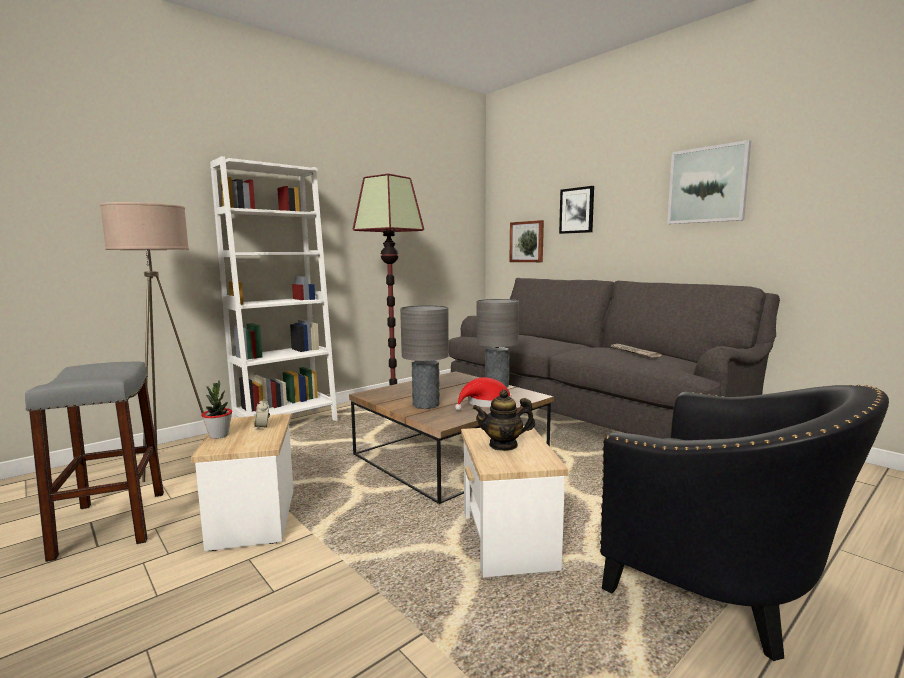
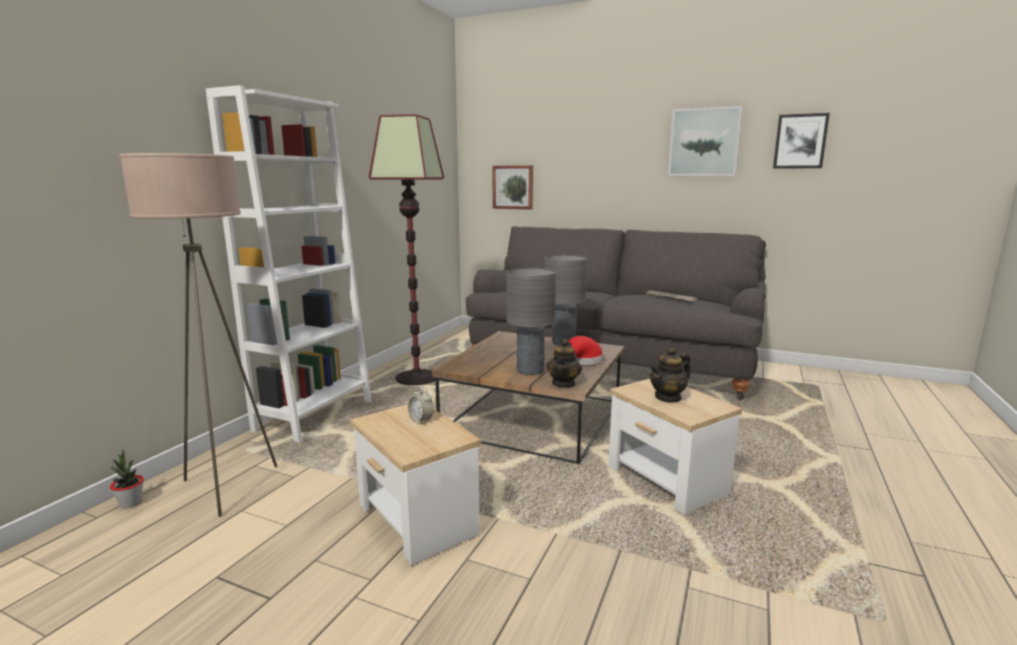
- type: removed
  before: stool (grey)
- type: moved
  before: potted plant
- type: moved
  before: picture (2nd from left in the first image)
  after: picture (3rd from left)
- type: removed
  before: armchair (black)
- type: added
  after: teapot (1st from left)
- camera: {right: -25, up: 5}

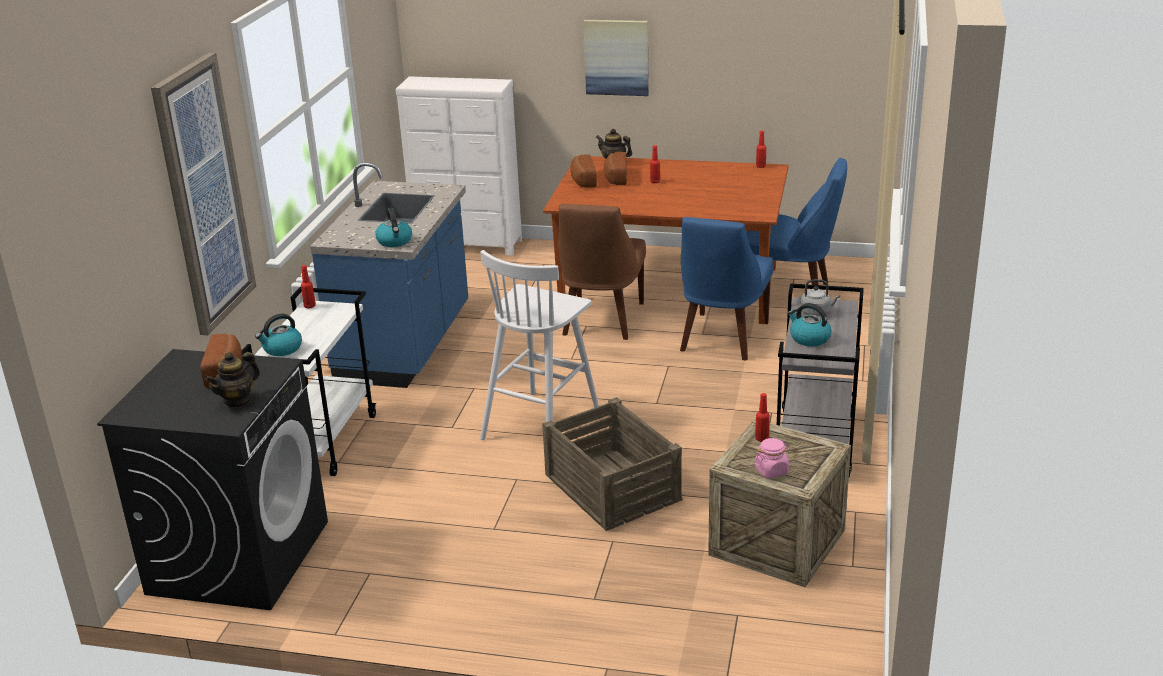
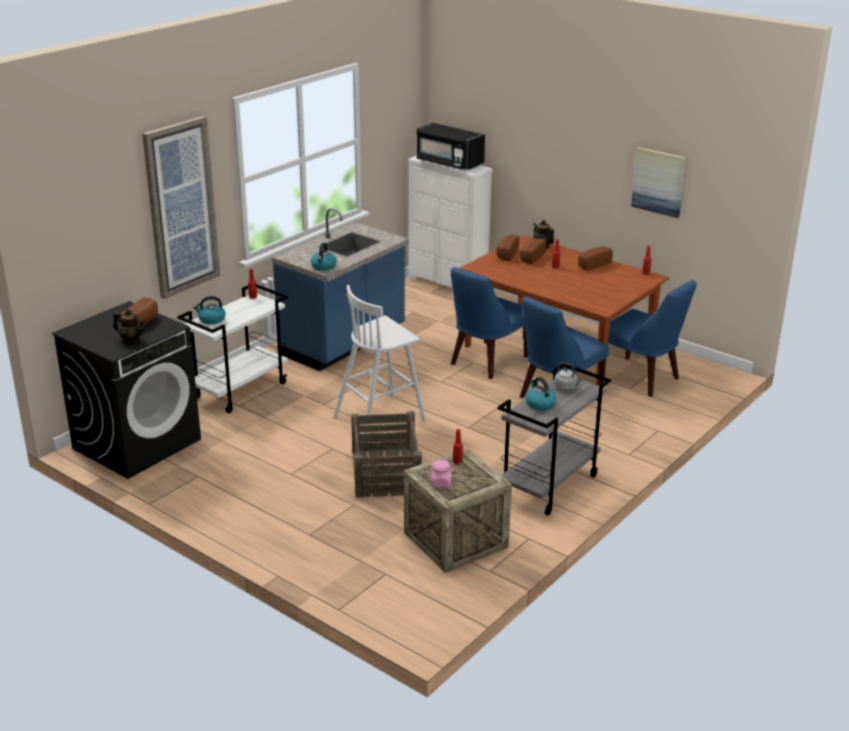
- type: turned
  before: teapot (1st from left)
  turn: -135
- type: recoloured
  before: chair (brown)
  after: chair (blue) (1st from left)
- type: moved
  before: picture (2nd from left)
- type: added
  after: microwave (black)
- type: added
  after: bread (4th from left)
- camera: {right: 25, up: 0}

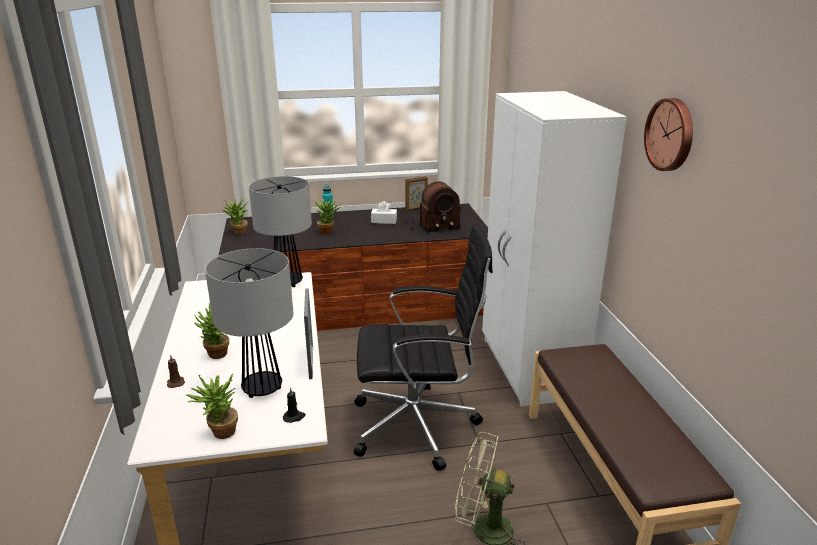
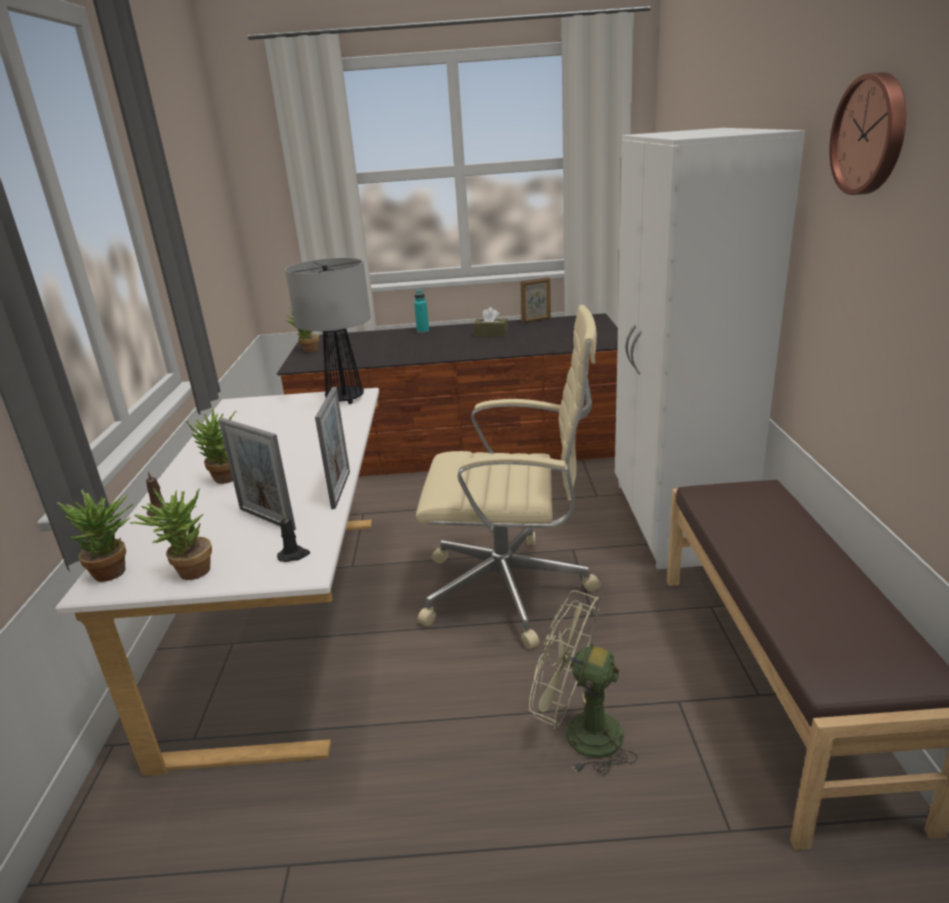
- type: replaced
  before: table lamp (1st from left)
  after: picture frame (1st from left)
- type: moved
  before: potted plant (4th from left in the first image)
  after: potted plant (1st from left)
- type: recoloured
  before: office chair (black)
  after: office chair (beige)
- type: recoloured
  before: tissue box (white)
  after: tissue box (brown)
- type: removed
  before: radio
- camera: {right: 10, up: 0}

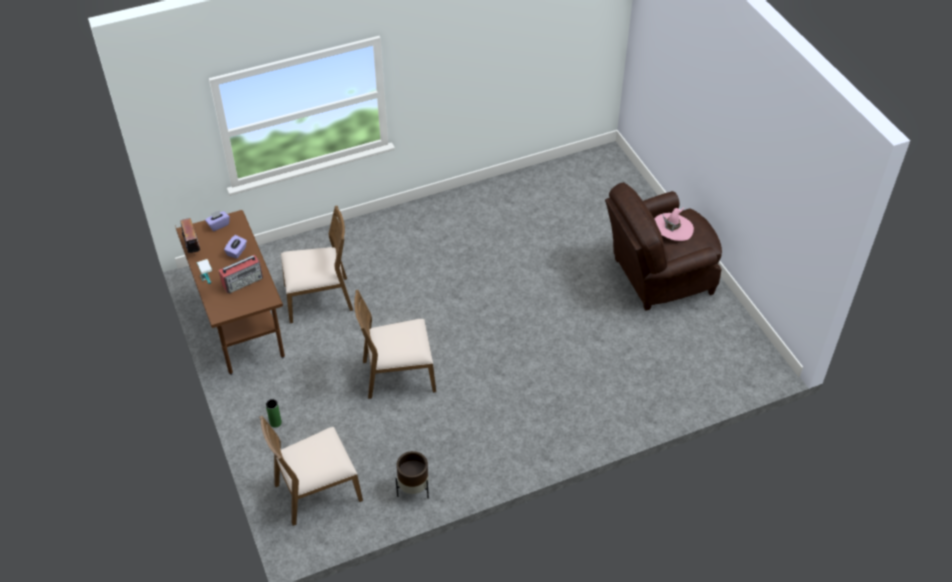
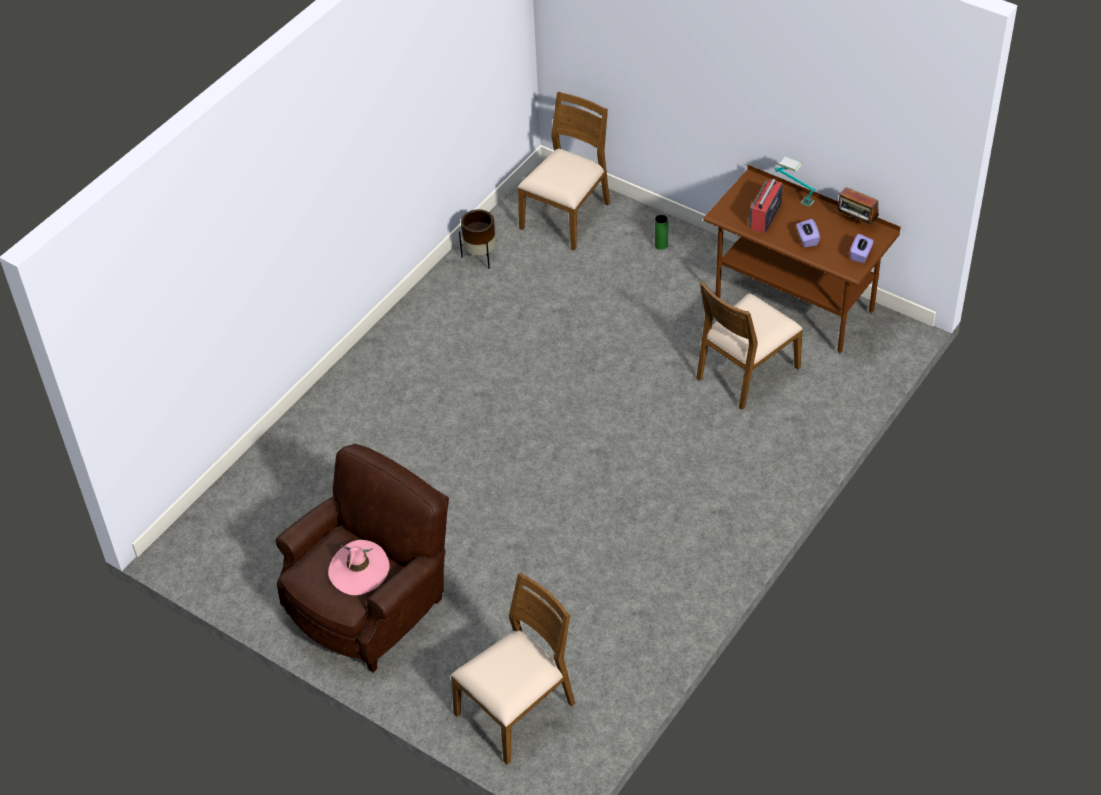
- type: moved
  before: chair (brown) (3rd from left in the first image)
  after: chair (brown) (1st from left)
- camera: {right: 150, up: 0}

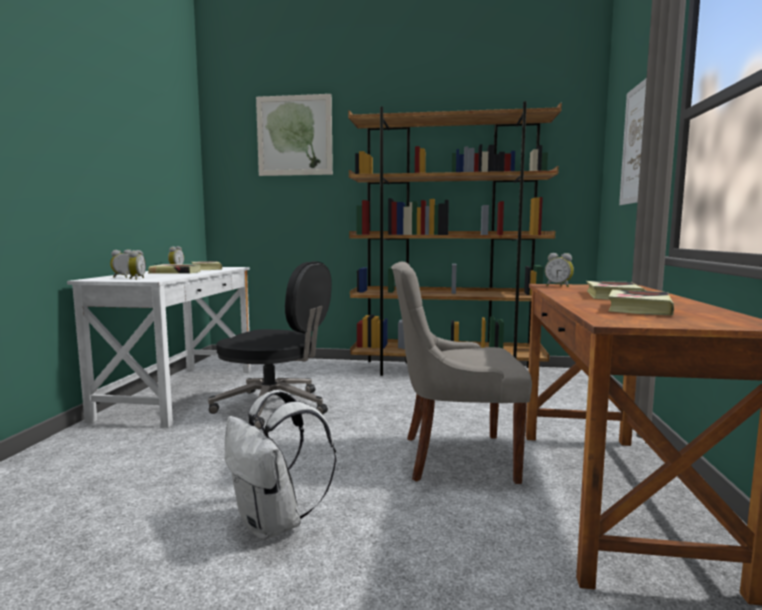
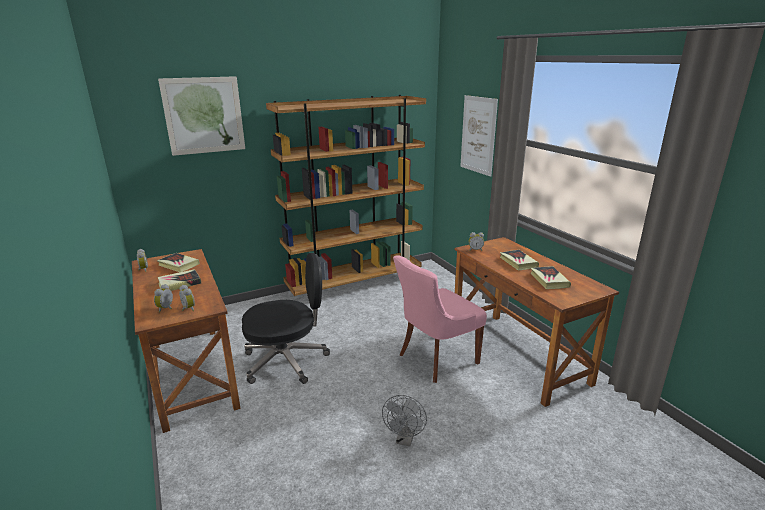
- type: recoloured
  before: desk (white)
  after: desk (brown) (1st from left)
- type: replaced
  before: backpack (white)
  after: fan (grey)
- type: recoloured
  before: chair (grey)
  after: chair (pink)
- camera: {right: -35, up: 15}

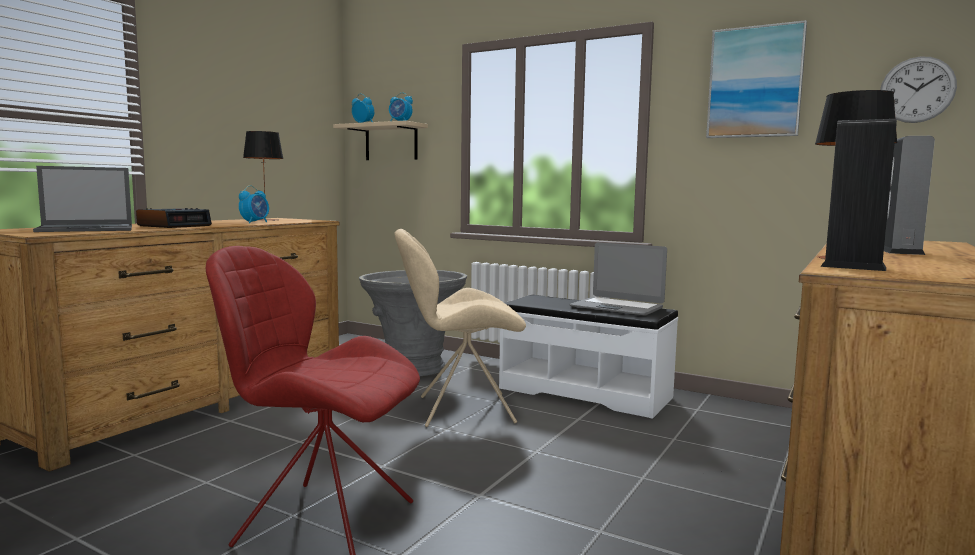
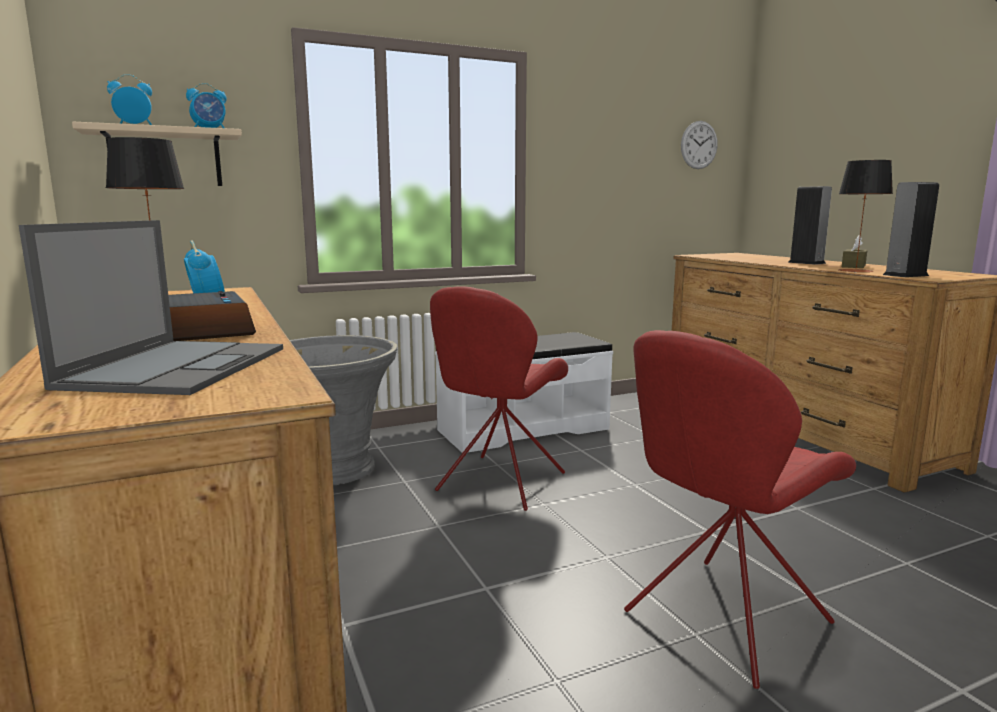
- type: recoloured
  before: chair (beige)
  after: chair (red) (1st from left)
- type: removed
  before: laptop (2nd from left)
- type: removed
  before: picture
- type: added
  after: tissue box (brown)
- camera: {right: -55, up: 5}

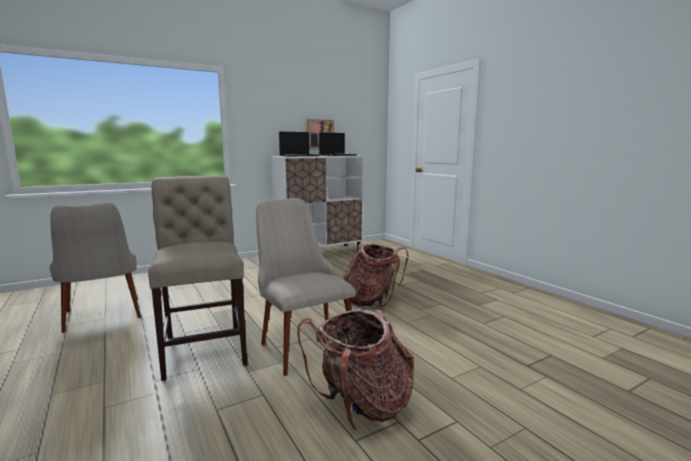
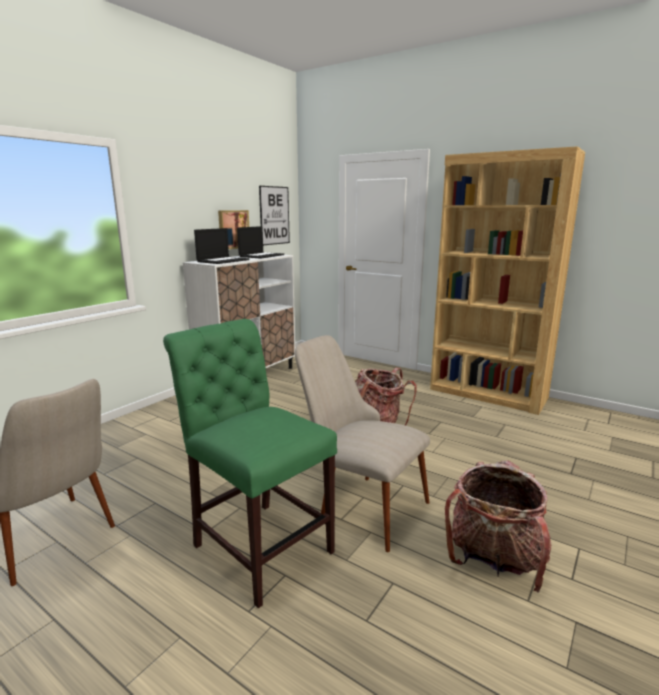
- type: recoloured
  before: chair (beige) (2nd from left)
  after: chair (green)
- type: added
  after: picture (2nd from left)
- type: added
  after: bookcase (brown)
- camera: {right: -25, up: 5}

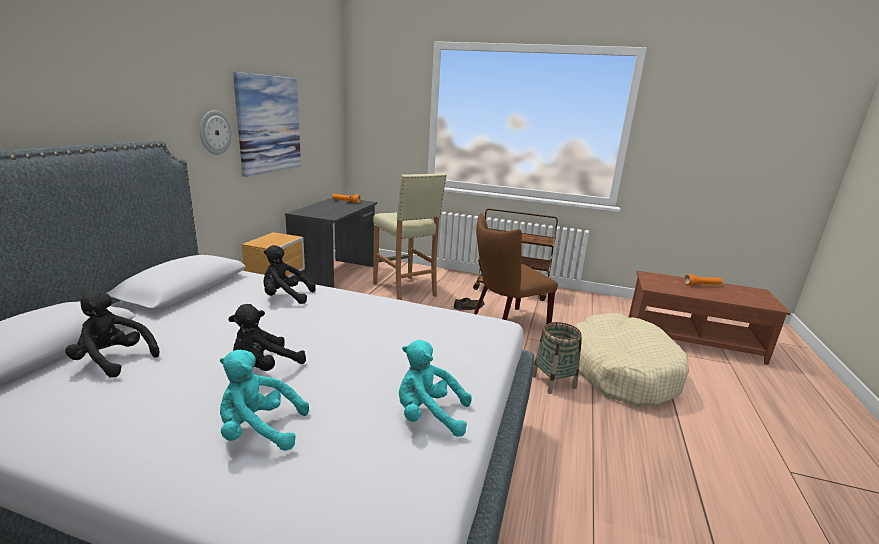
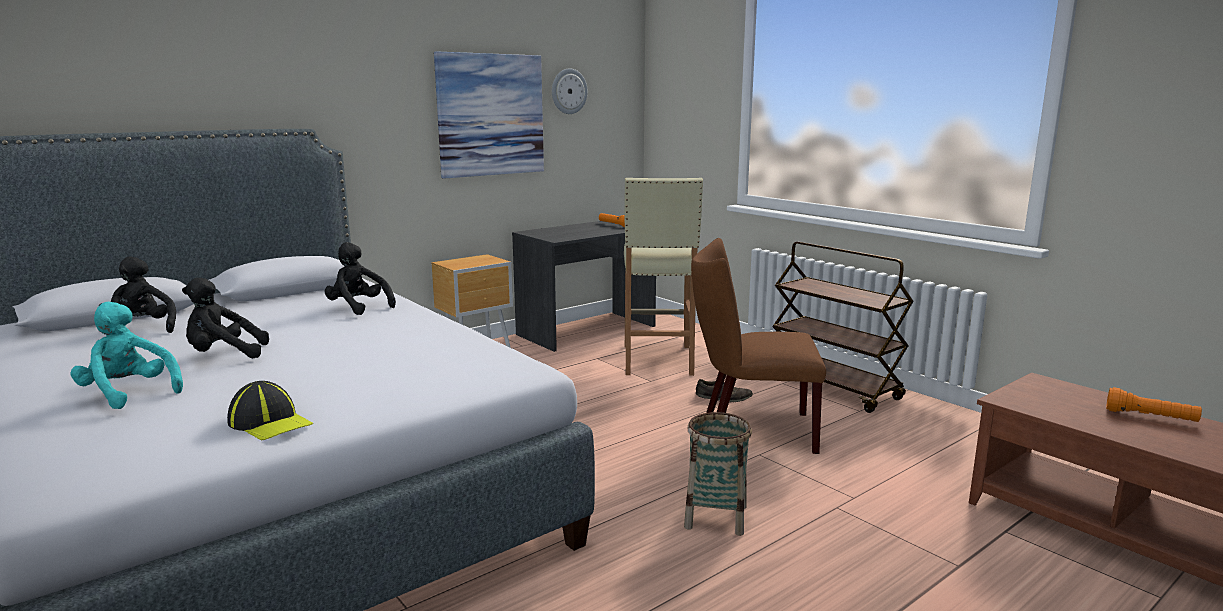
- type: moved
  before: wall clock
- type: replaced
  before: plush toy (turquoise) (2nd from left)
  after: cap
- type: removed
  before: dog bed (beige)
- camera: {right: 35, up: -5}

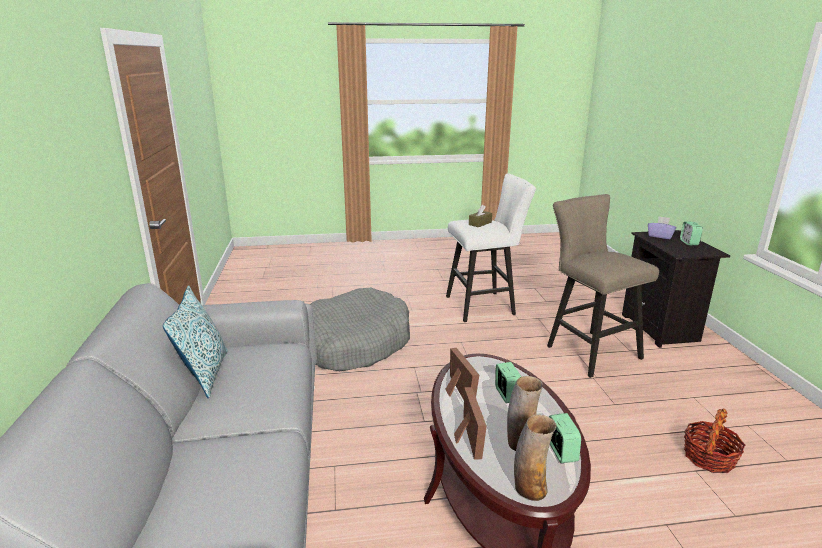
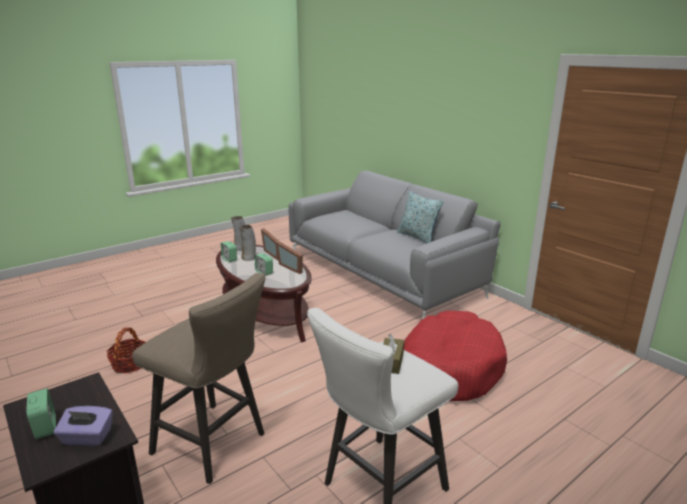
- type: recoloured
  before: dog bed (grey)
  after: dog bed (red)
- camera: {right: 150, up: 0}

